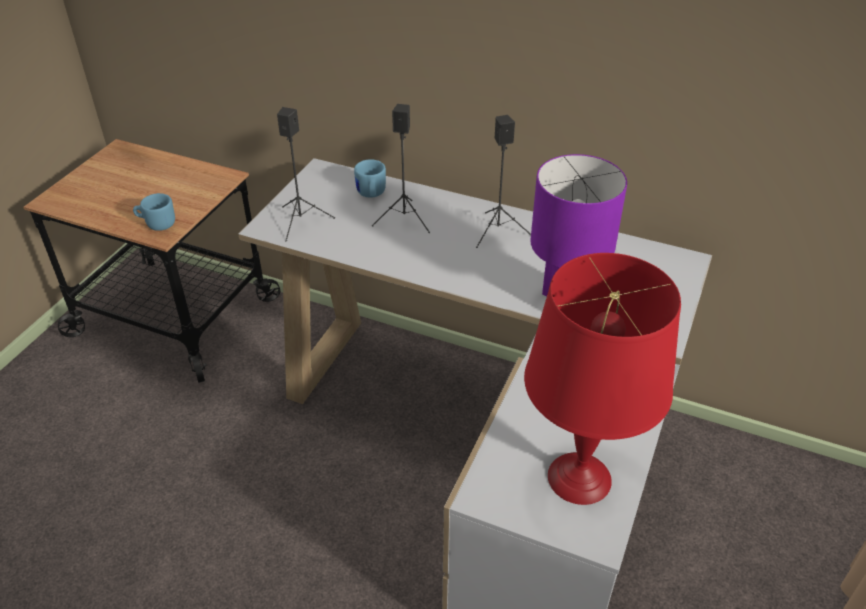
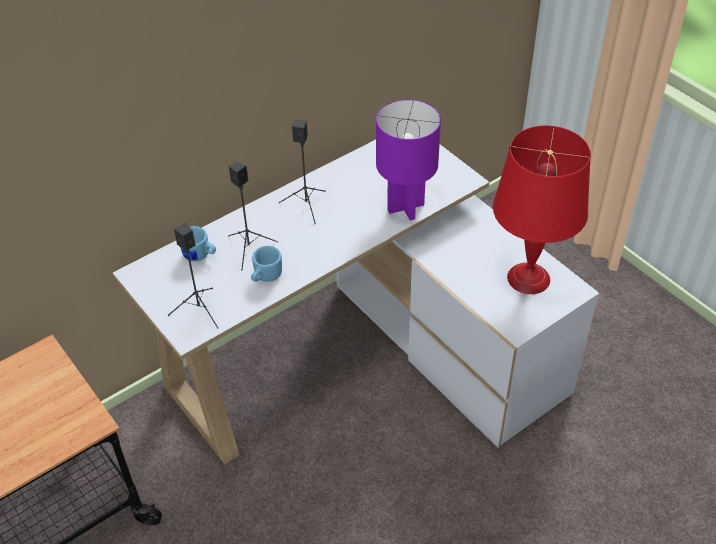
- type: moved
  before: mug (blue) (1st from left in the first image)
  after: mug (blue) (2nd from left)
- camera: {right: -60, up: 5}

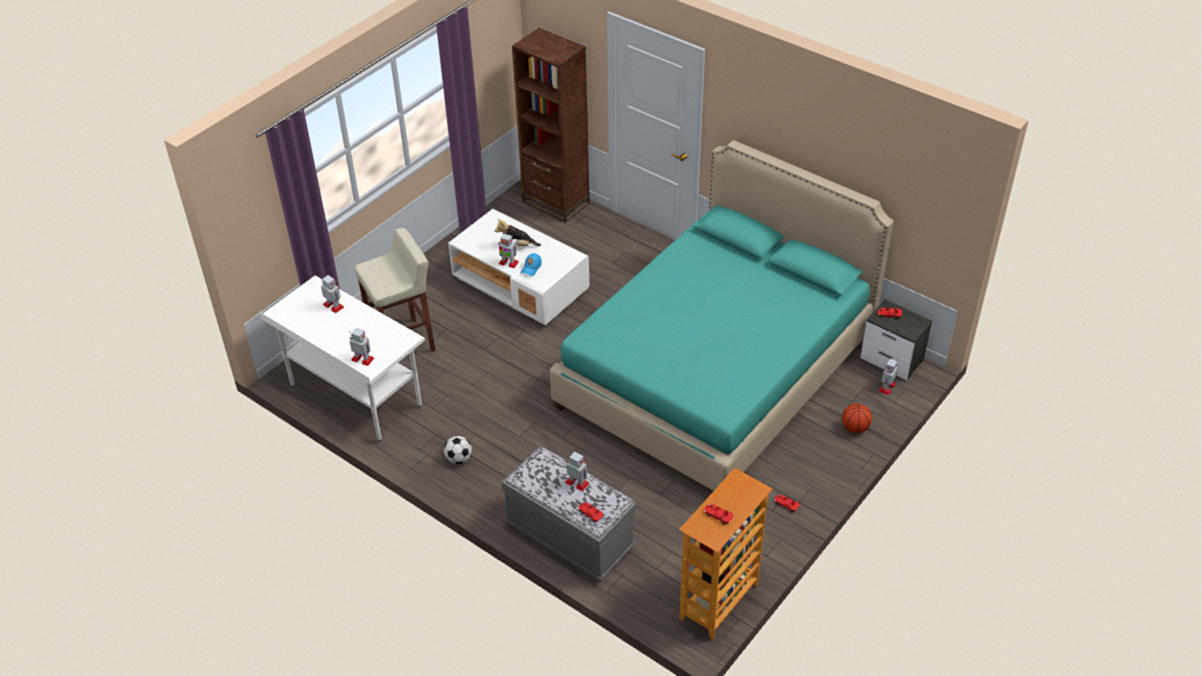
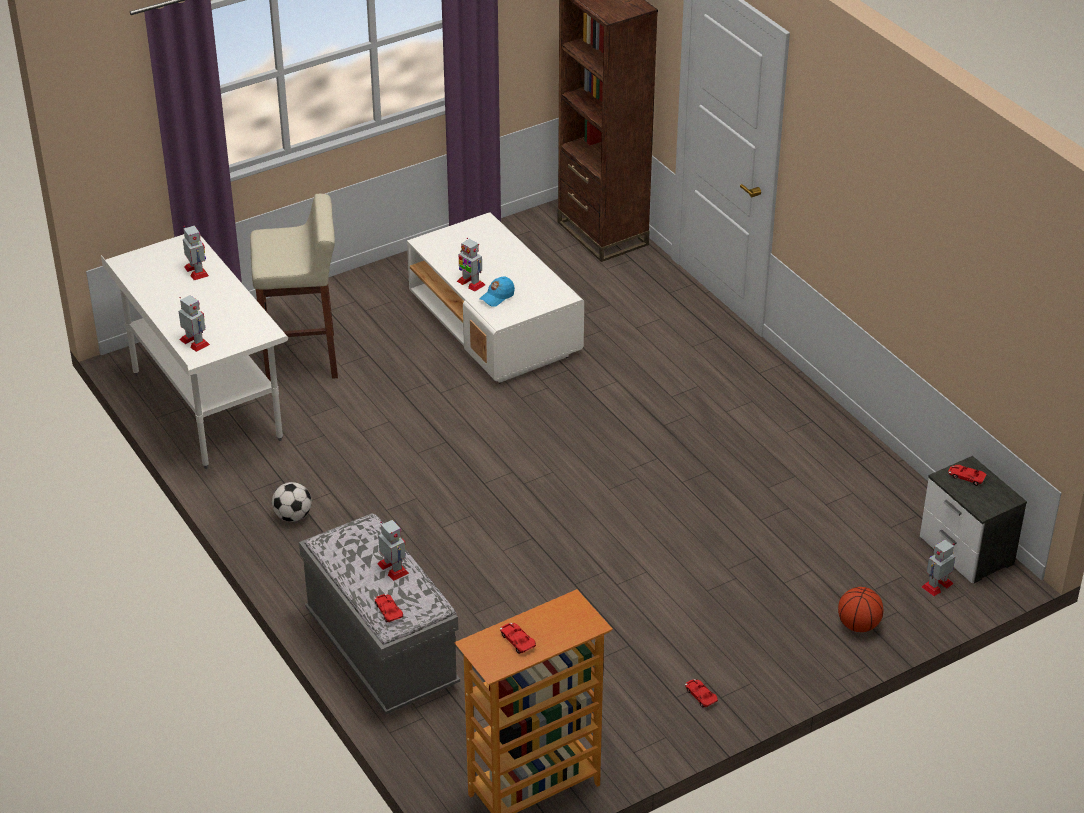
- type: removed
  before: plush toy
- type: removed
  before: bed (turquoise)
- camera: {right: 20, up: -5}

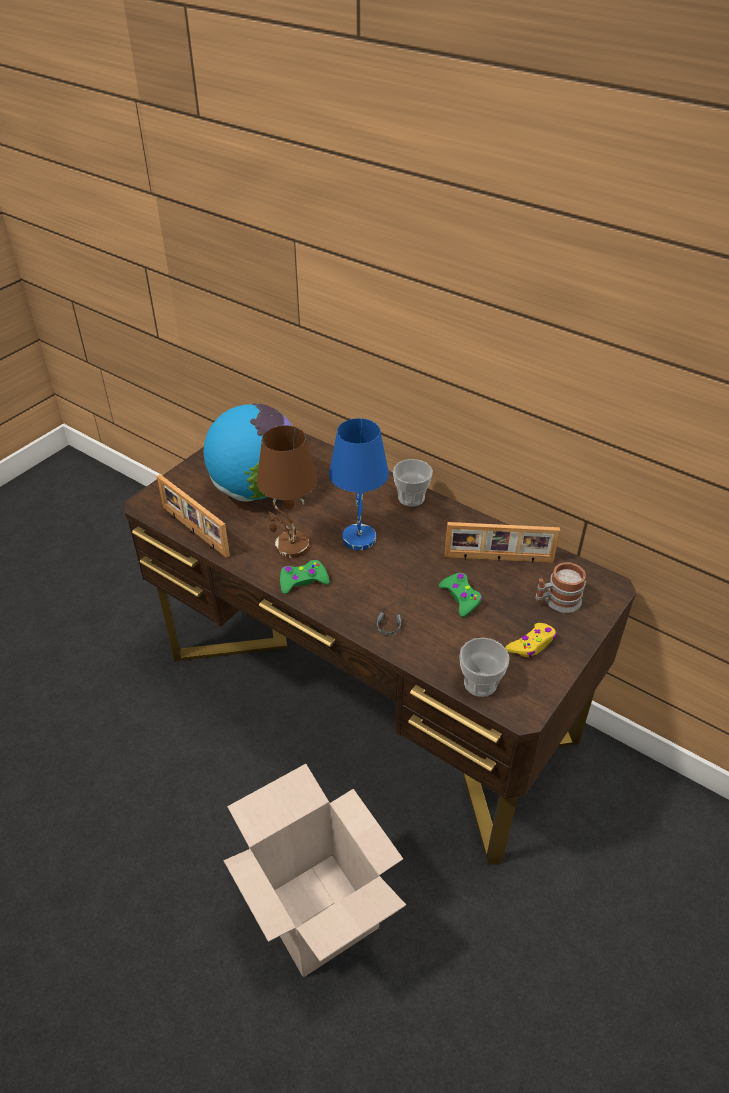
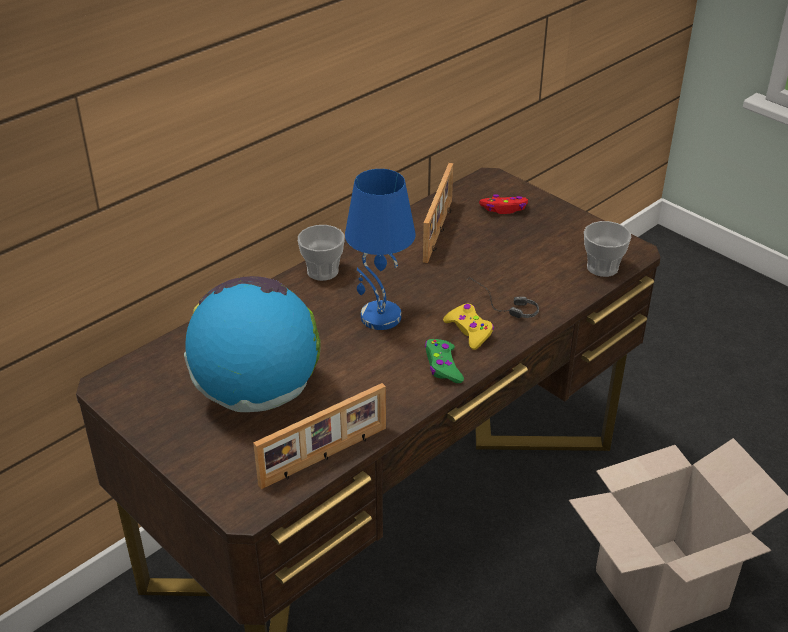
- type: removed
  before: table lamp (brown)
- type: removed
  before: game controller (green) (2nd from left)
- type: moved
  before: game controller (yellow)
- type: replaced
  before: mug
  after: game controller (red)
- camera: {right: -80, up: -5}

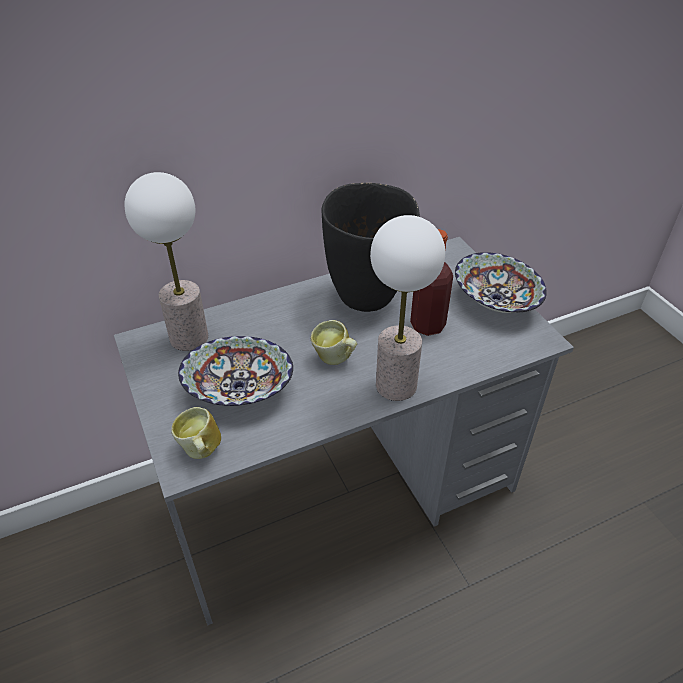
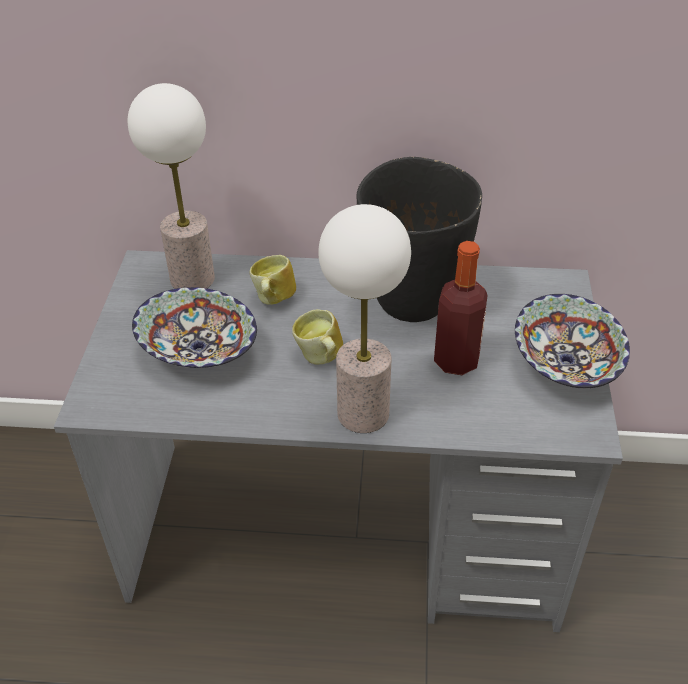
- type: moved
  before: mug (1st from left)
- camera: {right: 30, up: 0}

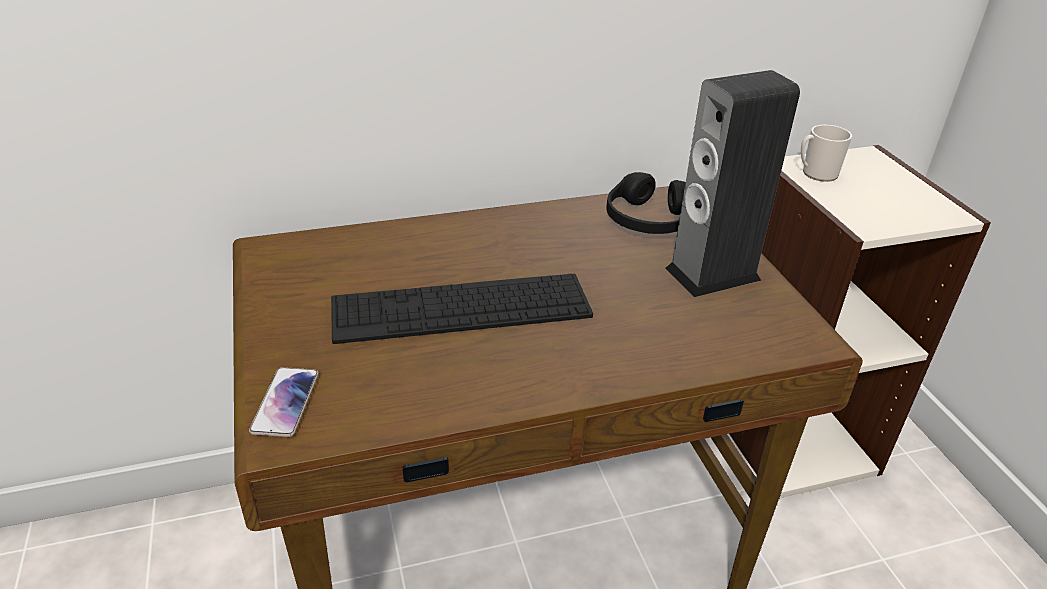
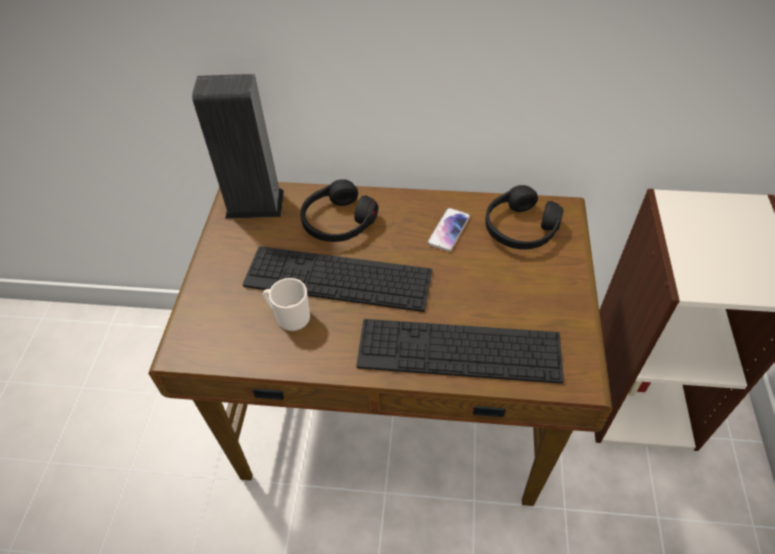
- type: moved
  before: phone
- type: moved
  before: speaker
- type: moved
  before: mug
- type: added
  after: headphones (black) (1st from left)
- type: added
  after: keyboard (2nd from left)
- camera: {right: 25, up: 15}

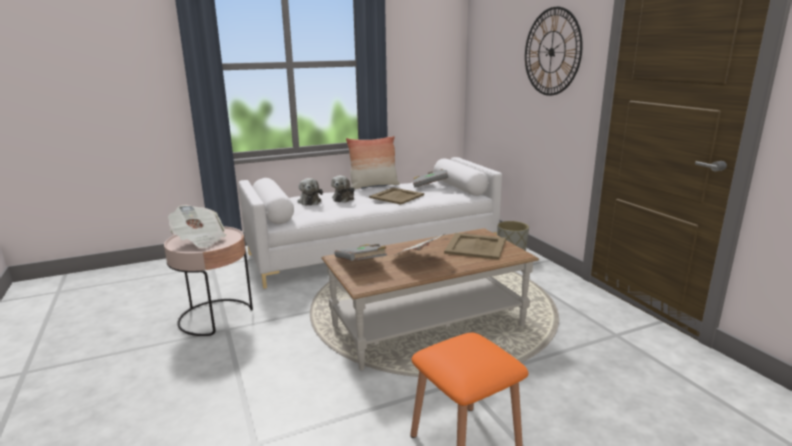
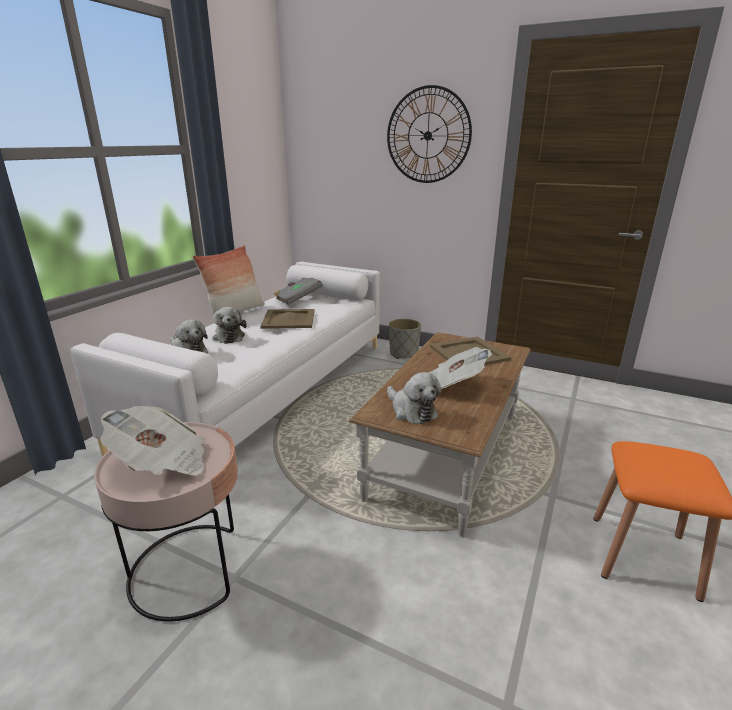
- type: replaced
  before: book (grey) (1st from left)
  after: plush toy (3rd from left)
- camera: {right: -40, up: 5}

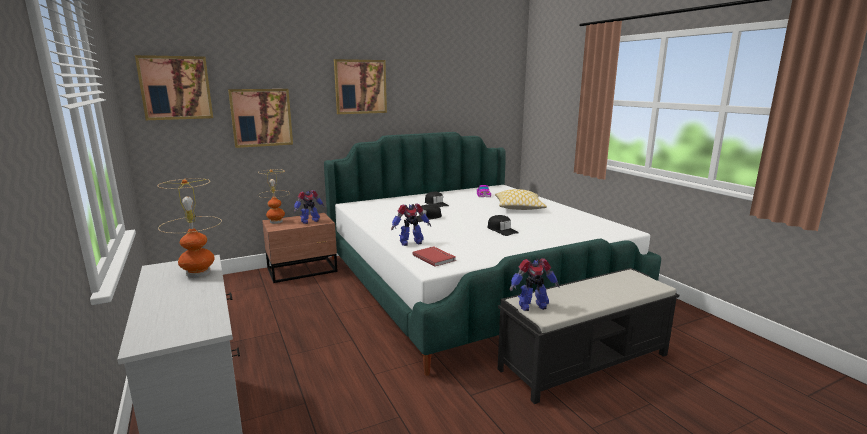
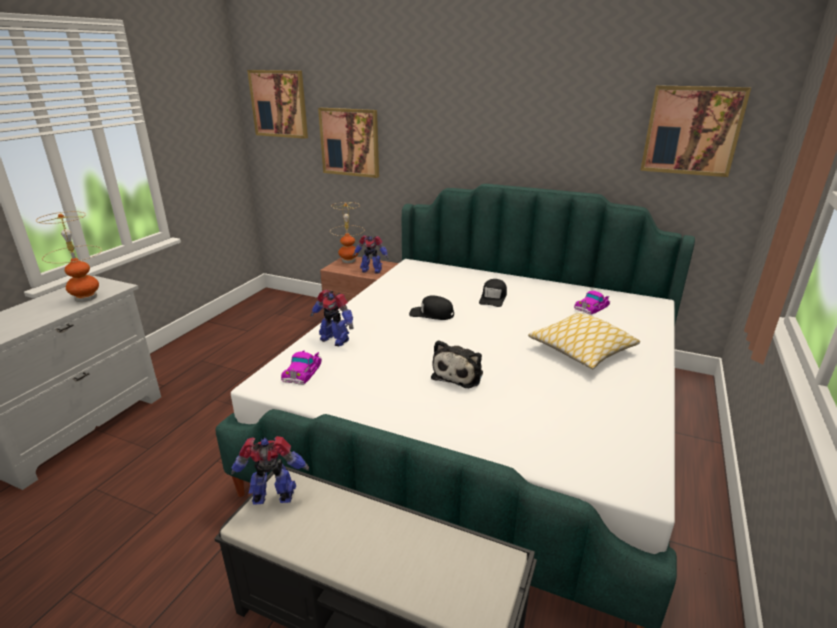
- type: moved
  before: picture (3rd from left)
- type: replaced
  before: book (red)
  after: toy car (1st from left)
- type: replaced
  before: cap (black) (3rd from left)
  after: plush toy
- type: turned
  before: toy robot (3rd from left in the first image)
  turn: 135
- camera: {right: 50, up: 10}

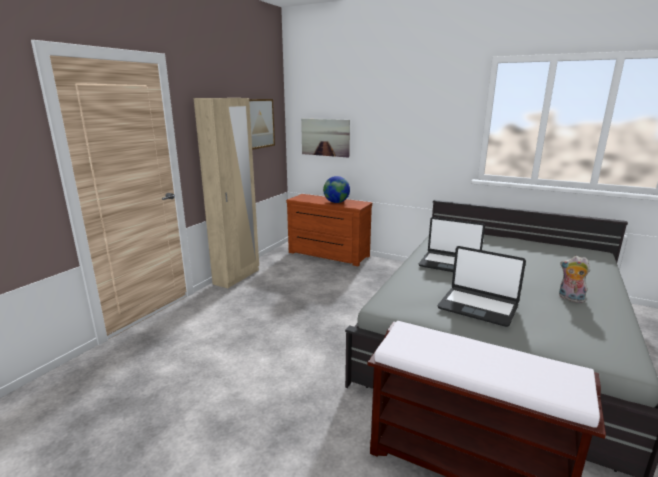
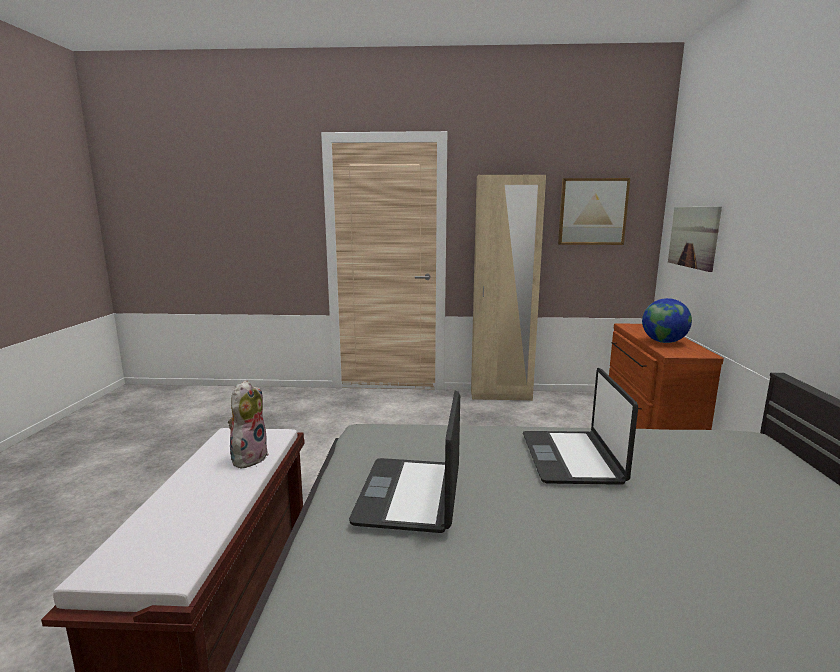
- type: moved
  before: plush toy
- camera: {right: 65, up: -5}

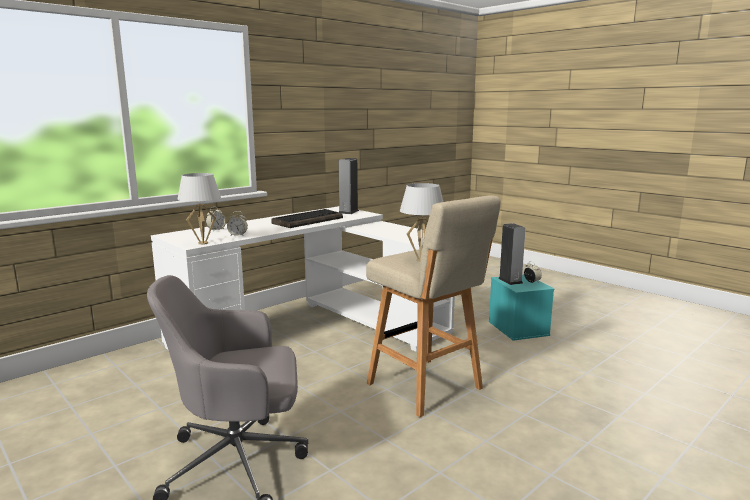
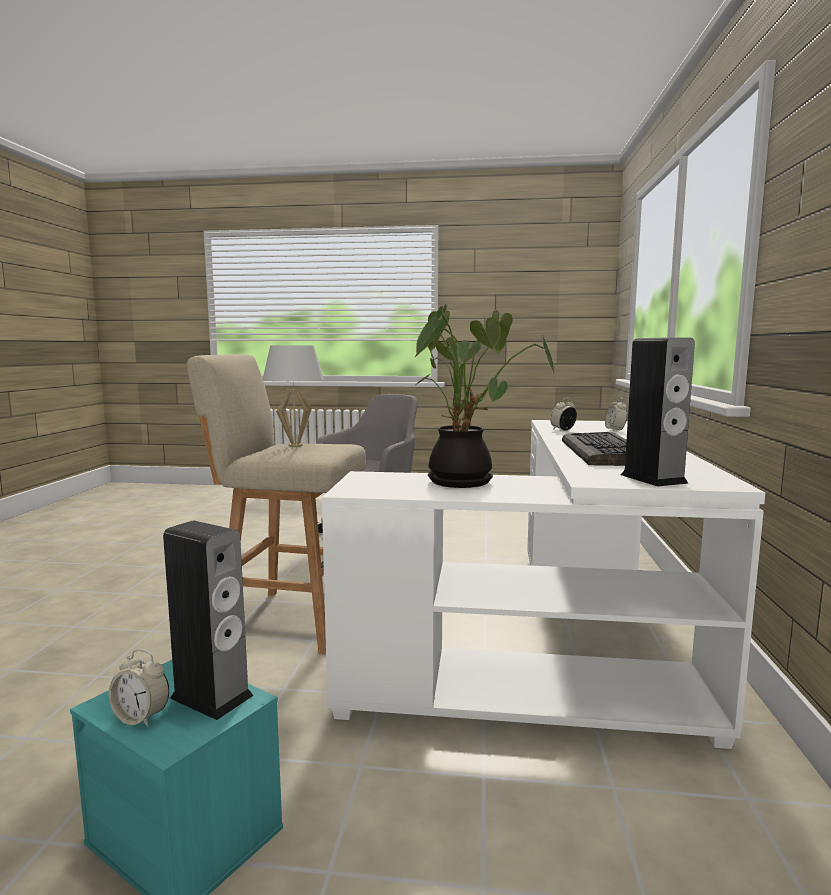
- type: removed
  before: table lamp (white) (1st from left)
- type: added
  after: potted plant
- camera: {right: 140, up: -5}

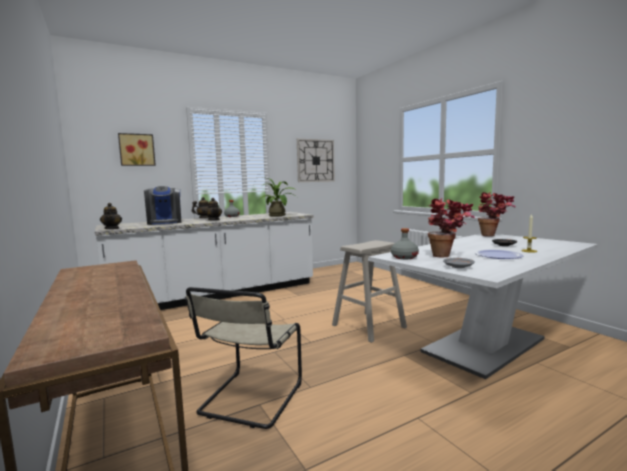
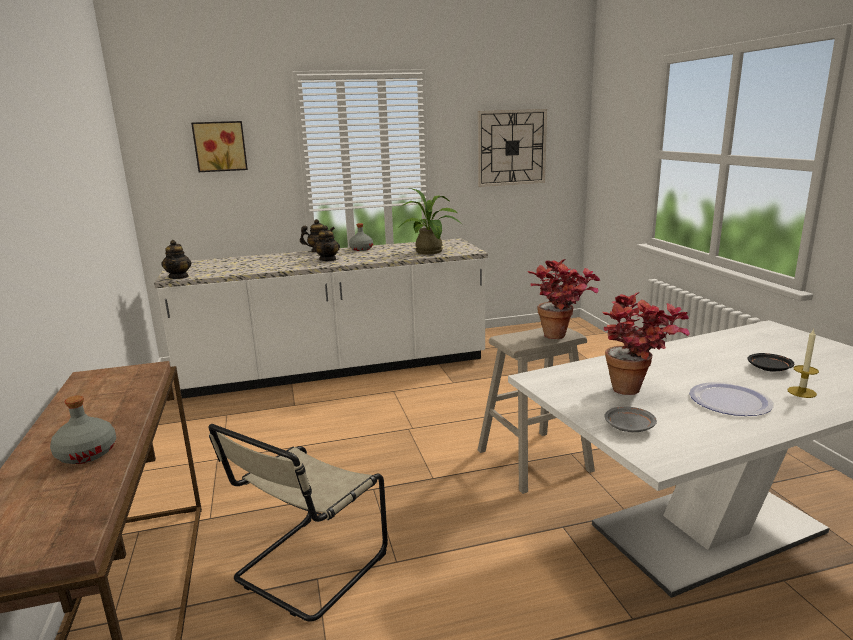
- type: removed
  before: coffee machine
- type: moved
  before: bottle (grey) (2nd from left in the first image)
  after: bottle (grey) (1st from left)
- type: moved
  before: potted plant (3rd from left in the first image)
  after: potted plant (2nd from left)
- camera: {right: 15, up: 10}

